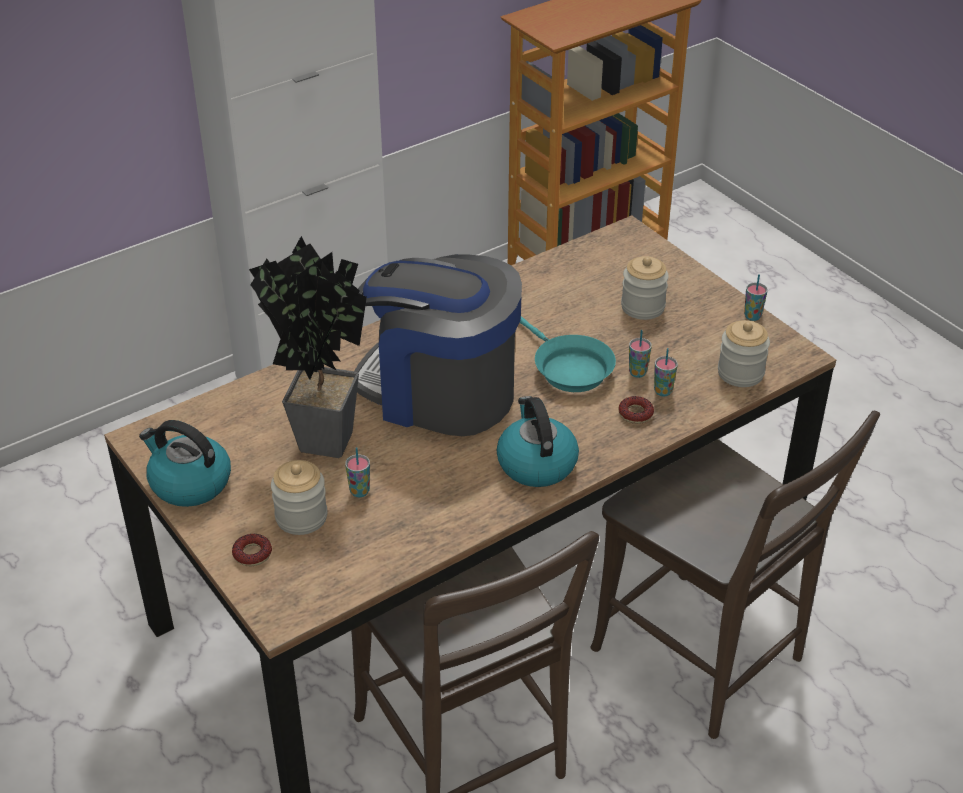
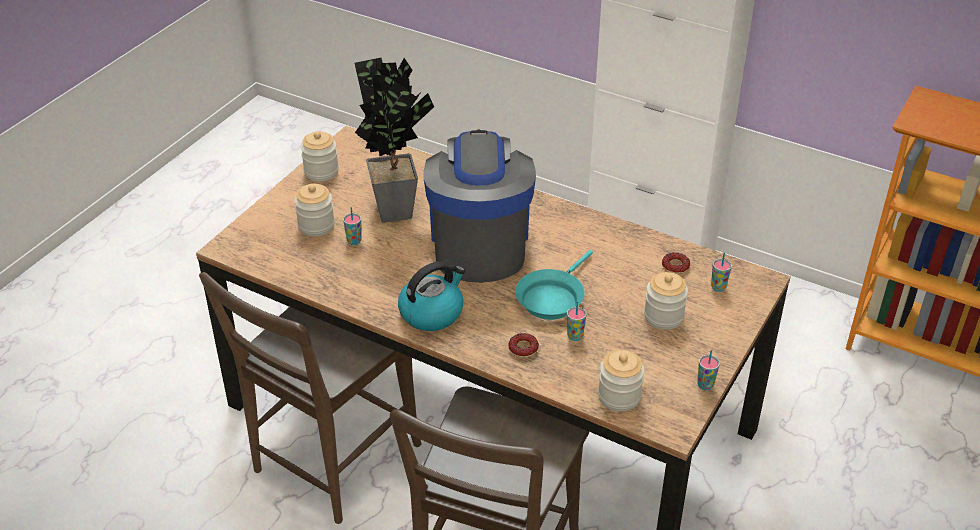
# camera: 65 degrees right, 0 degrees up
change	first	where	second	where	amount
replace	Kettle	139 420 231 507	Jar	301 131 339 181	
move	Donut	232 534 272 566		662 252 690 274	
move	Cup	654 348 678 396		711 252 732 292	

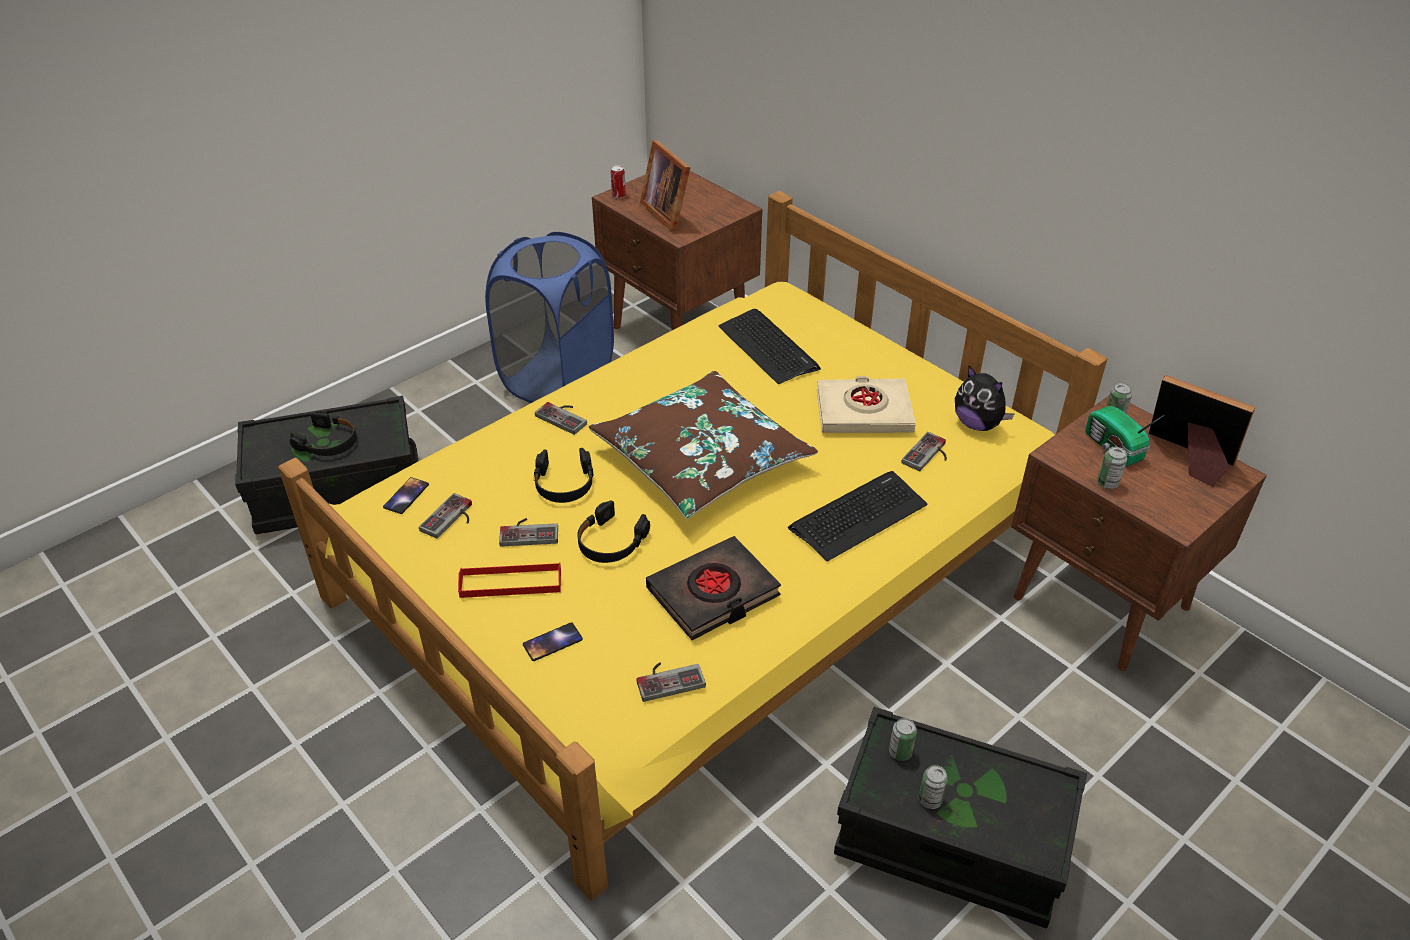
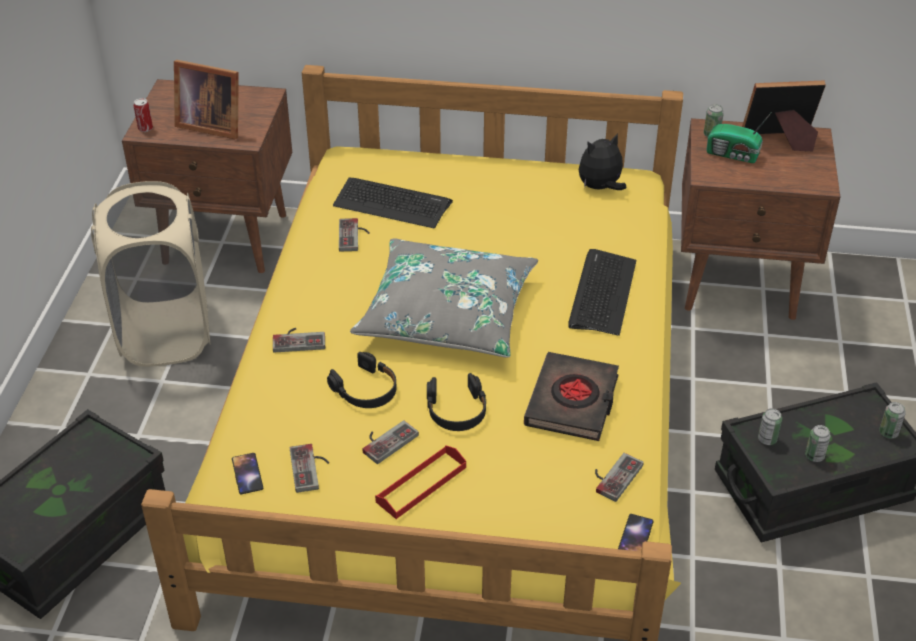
# camera: 40 degrees left, 0 degrees up
change	first	where	second	where	amount
recolor	BlueLaundryBasket	485 232 614 403	BeigeLaundryBasket	91 181 211 367	
move	GameController	901 432 947 471		339 218 370 252	
recolor	BrownPillow	589 371 818 519	GreyPillow	350 239 538 357	
rotate	PlushToy	955 366 1014 431		579 133 626 190	150 degrees clockwise
move	Phone	523 622 583 661		618 514 653 552	
move	Can	1097 447 1127 489		879 402 906 439	
delete	BlackHeadphones	290 411 357 456			
delete	BeigeBook	817 376 916 433			

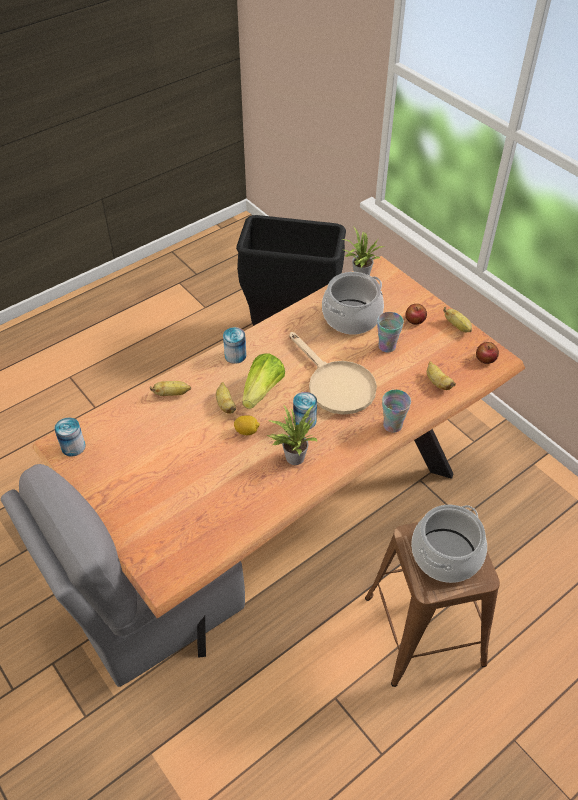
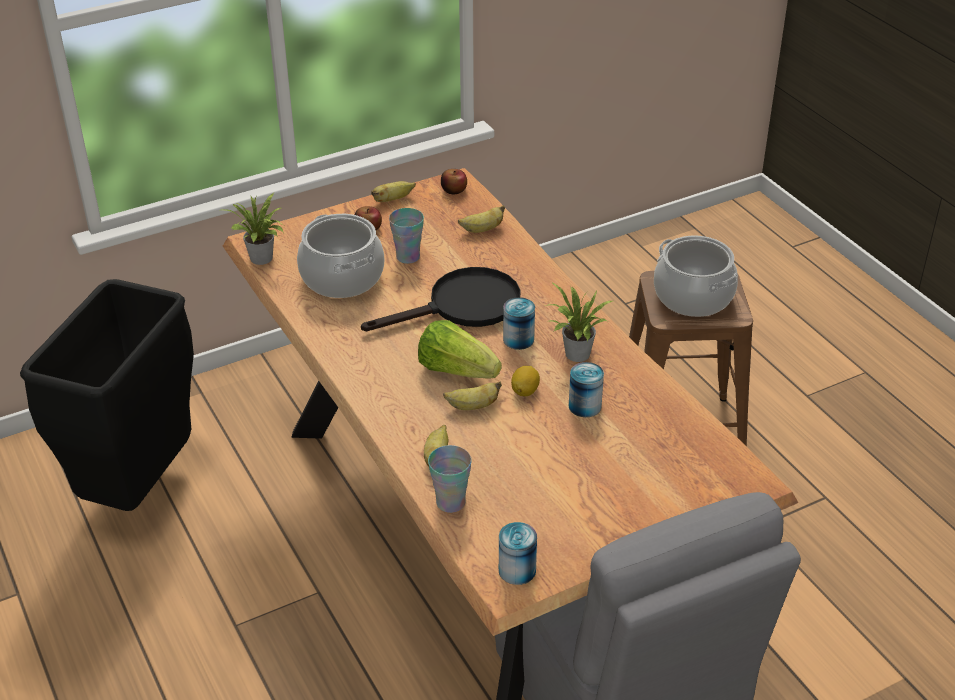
# camera: 80 degrees left, 10 degrees down
change	first	where	second	where	amount
recolor	BeigeFryingPan	290 332 377 415	BlackFryingPan	361 267 520 331	
move	Cup	382 390 411 433		428 445 472 513	
move	Can	223 327 246 364		569 362 604 417	

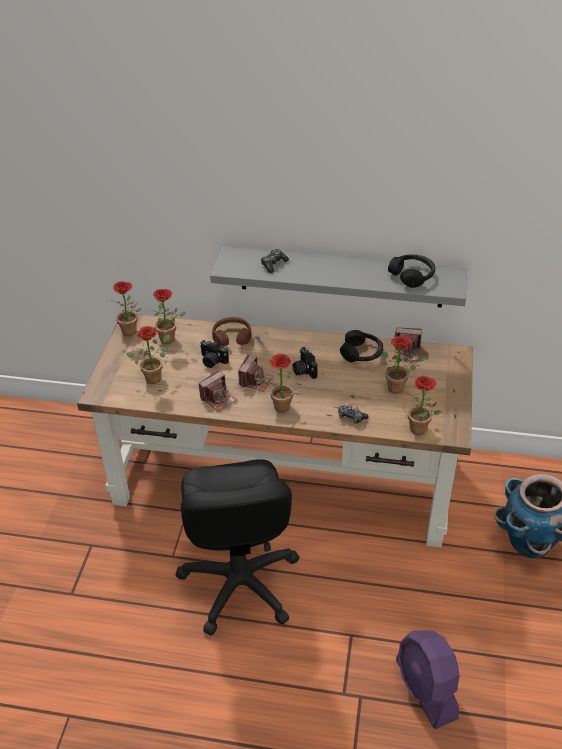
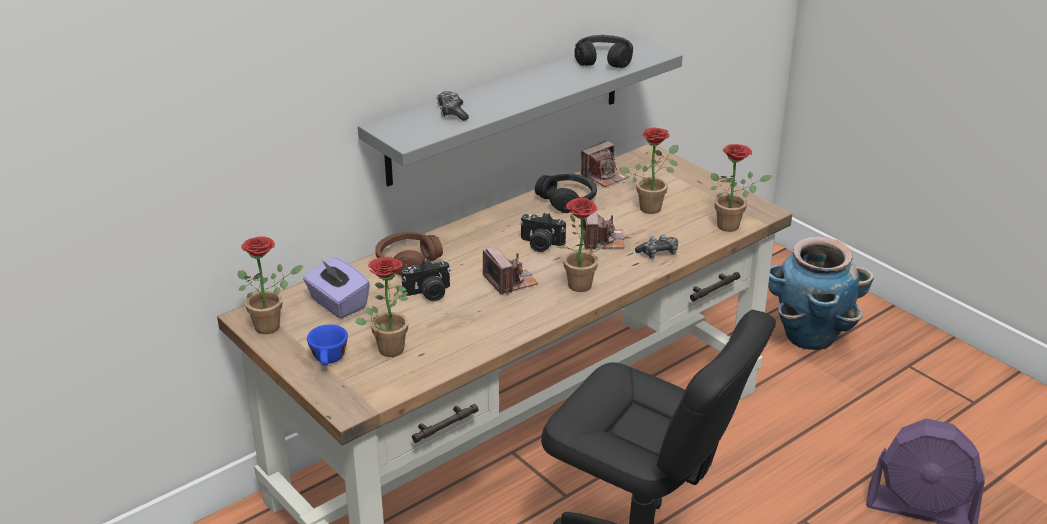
# camera: 50 degrees left, 10 degrees down
change	first	where	second	where	amount
replace	PottedPlant	150 289 186 344	PurpleTissueBox	303 257 370 319	
insert			BlueCup	307 324 348 366	
move	PhotoCamera	198 370 237 411		583 205 625 251	

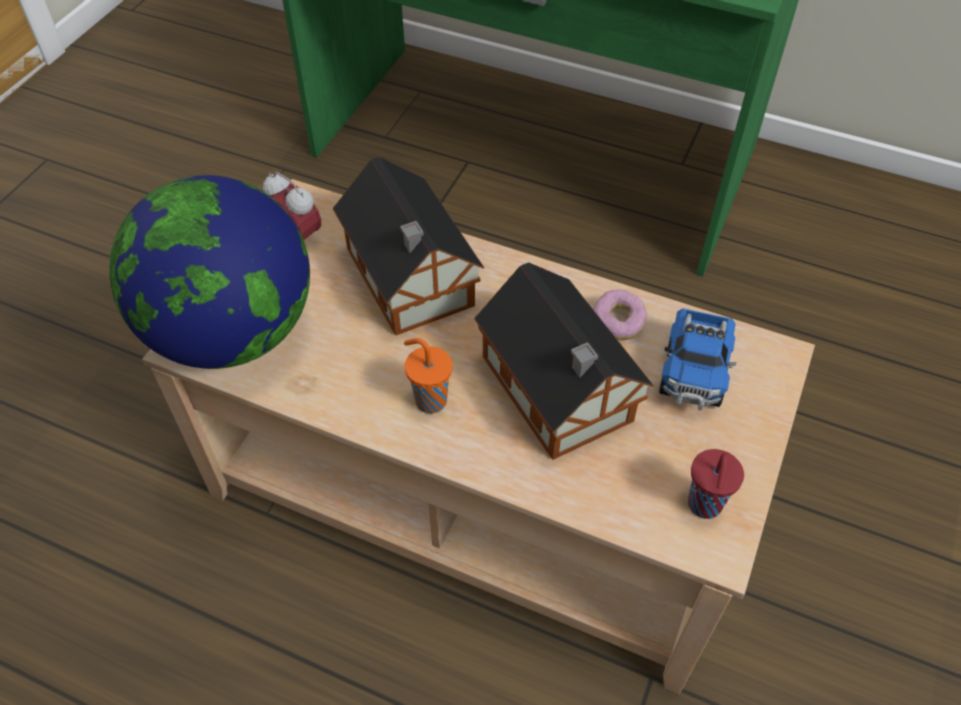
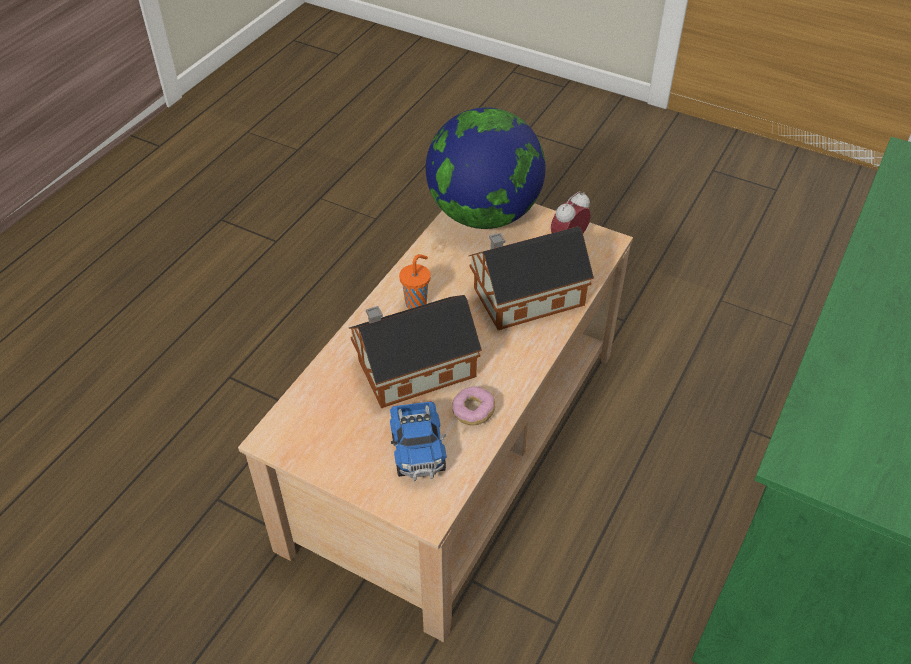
# camera: 95 degrees right, 5 degrees down
change	first	where	second	where	amount
rotate	ToyTruck	659 308 736 410		390 401 447 481	120 degrees counterclockwise
delete	RedCup	688 449 744 519			

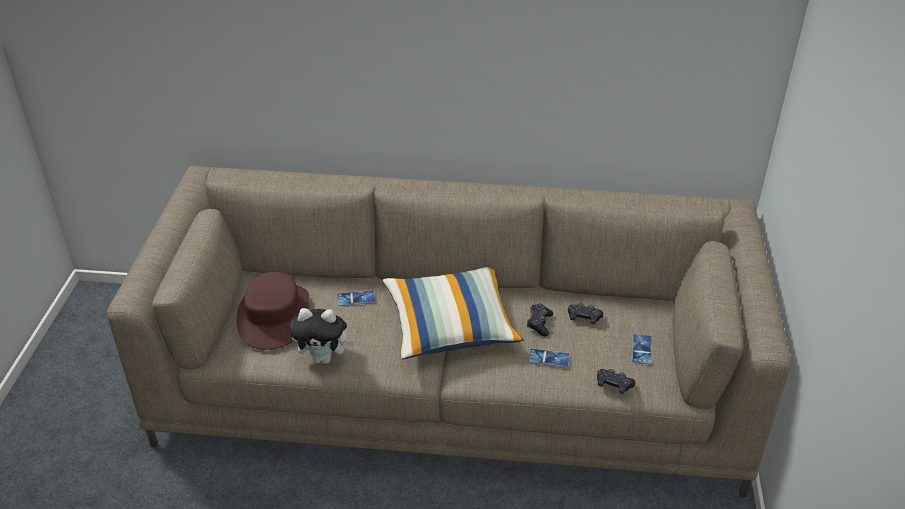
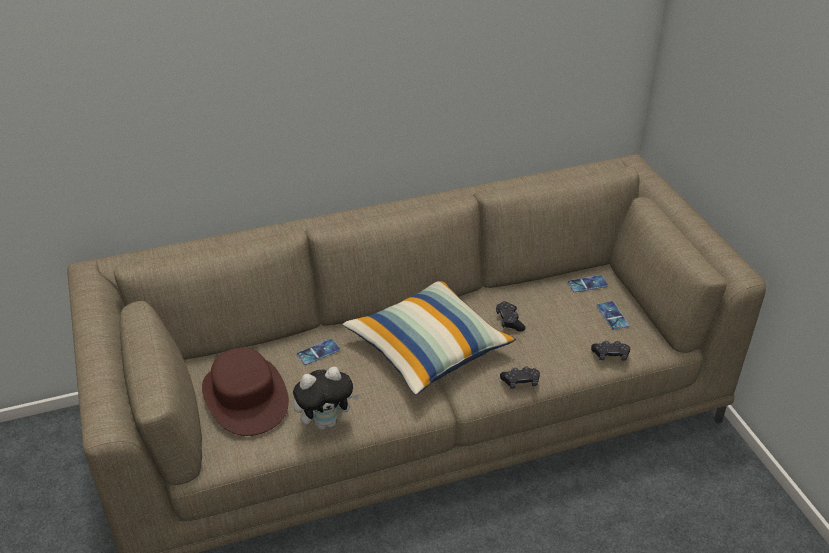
# camera: 25 degrees left, 0 degrees up
change	first	where	second	where	amount
move	BlackGameController	568 303 603 324		500 366 540 389	
move	Phone	528 348 570 367		568 275 608 292	

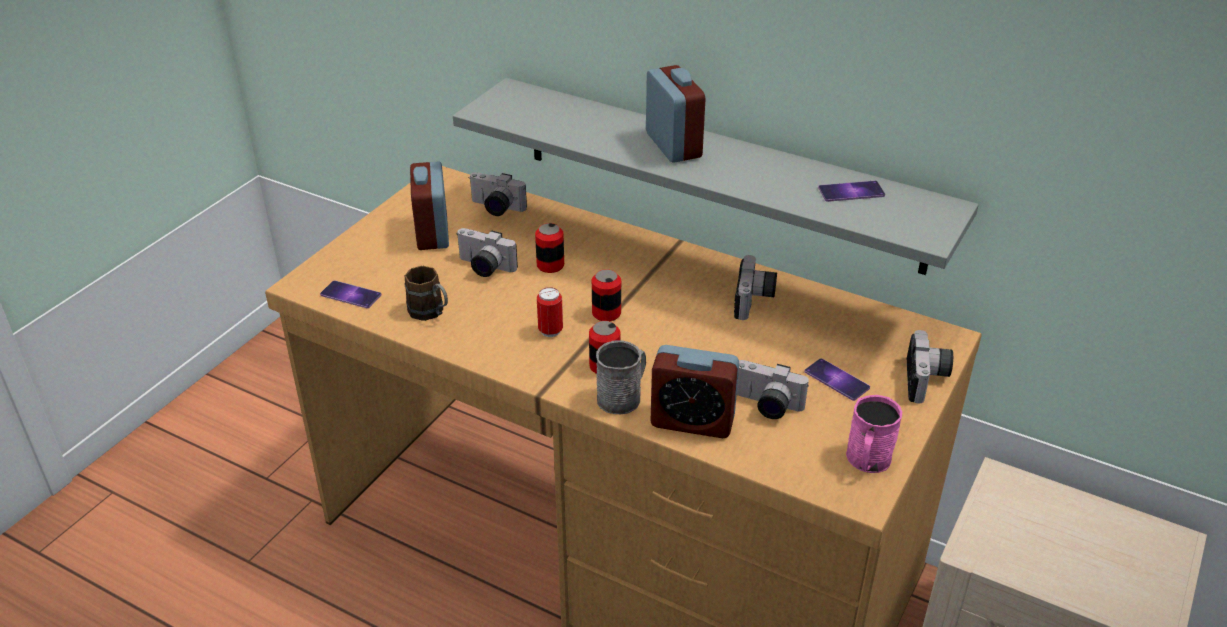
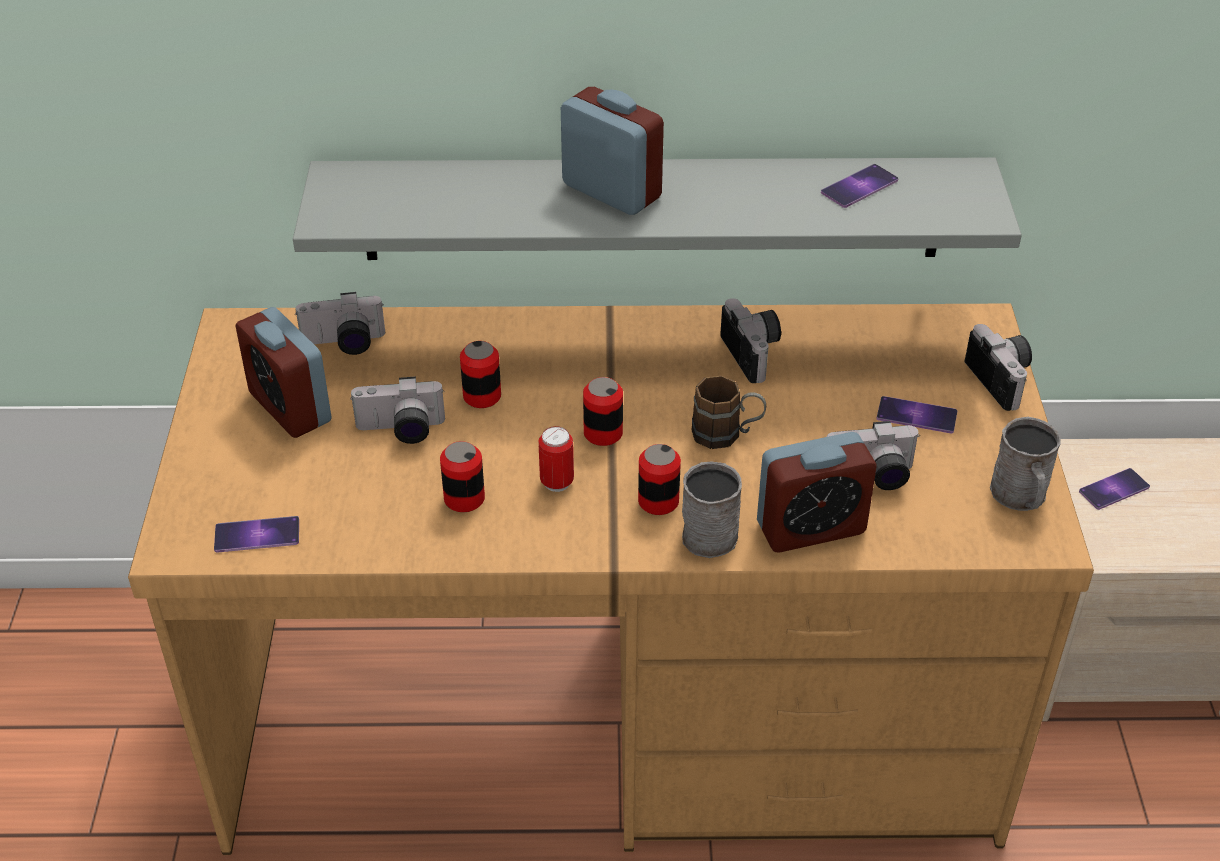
# camera: 30 degrees left, 5 degrees up
change	first	where	second	where	amount
insert			Can	440 441 485 512	
move	BrownMug	404 266 448 321		692 376 766 449	
recolor	PinkMug	846 395 902 473	GreyMug	990 417 1061 511	
insert			Phone	1079 468 1150 510	

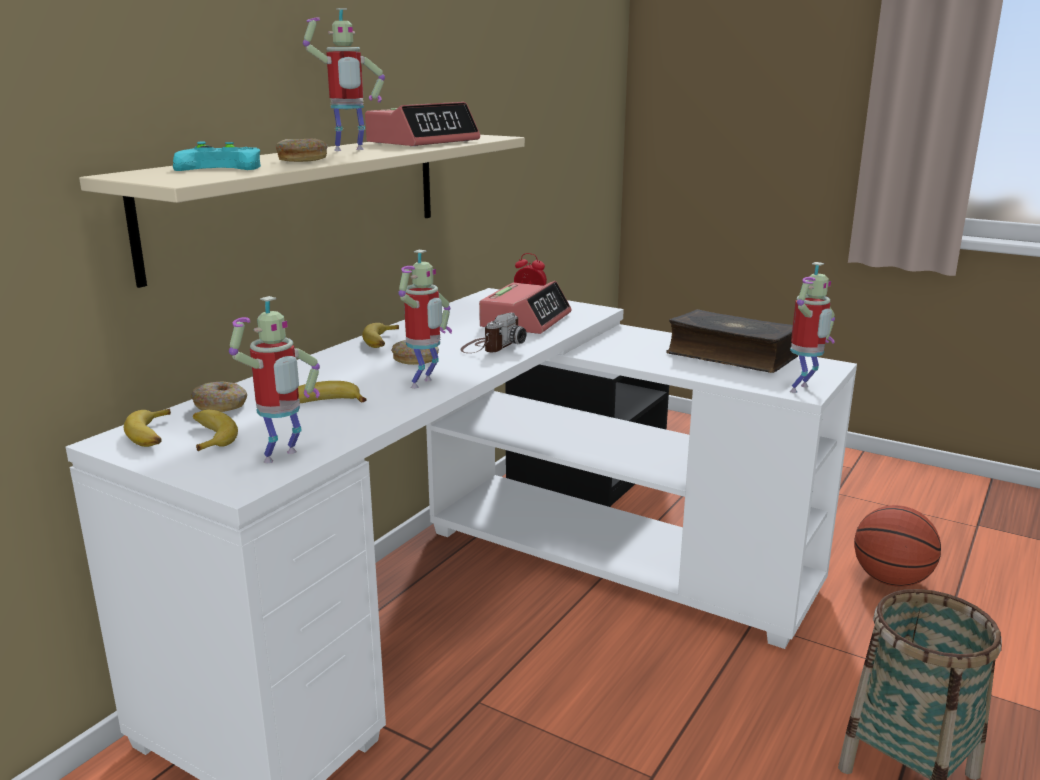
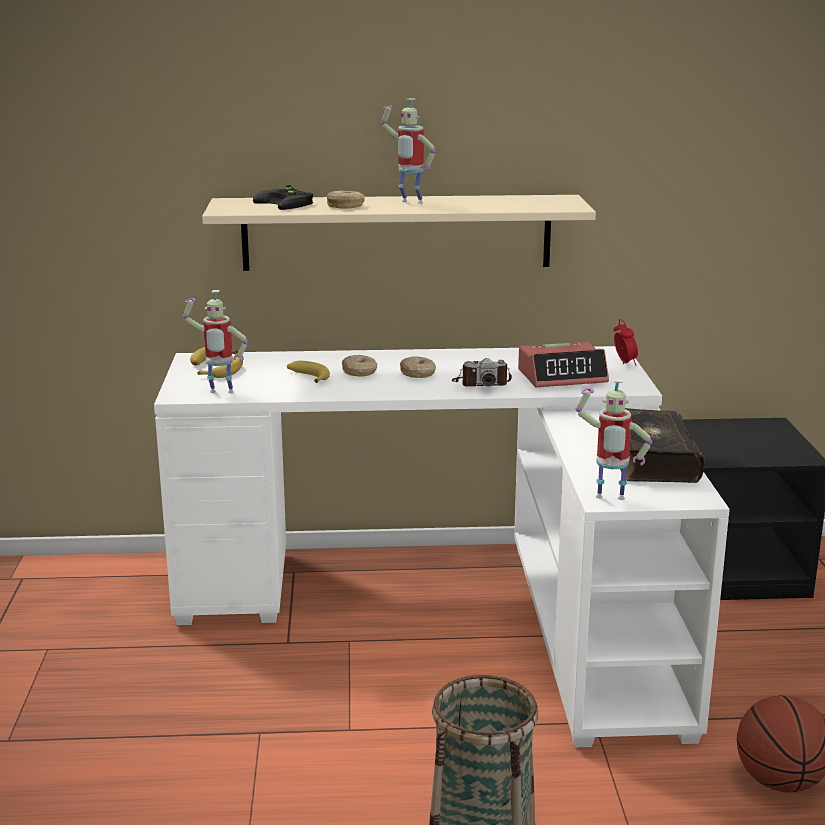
# camera: 55 degrees right, 0 degrees up
change	first	where	second	where	amount
recolor	TurquoiseGameController	173 141 261 171	BlackGameController	253 185 313 210	
move	Donut	191 381 247 412		342 355 377 377	
delete	Banana	362 323 399 348			
delete	AlarmClock	365 102 480 147			
delete	ToyRobot	398 250 452 389			

